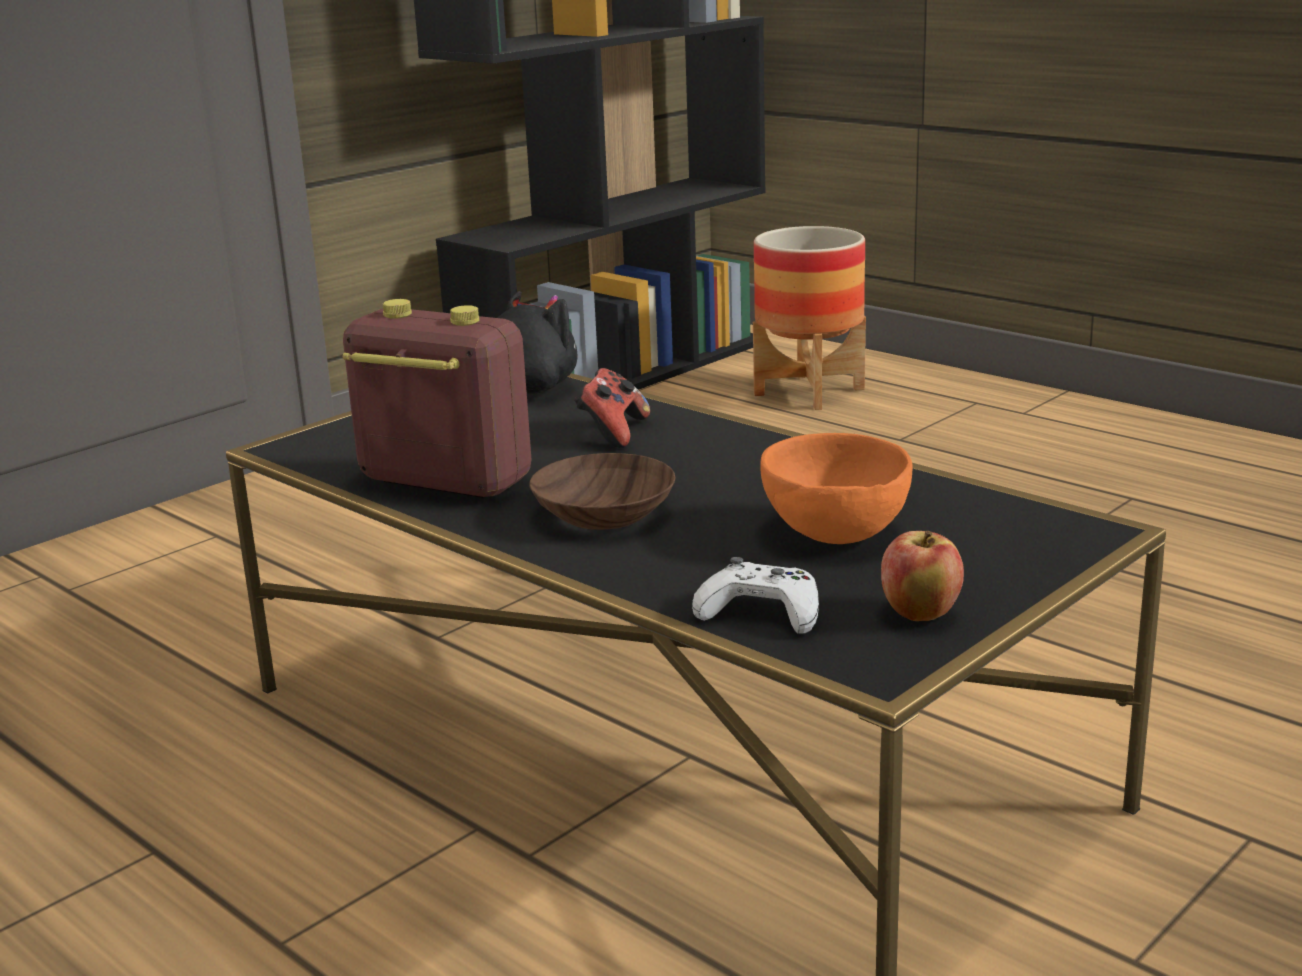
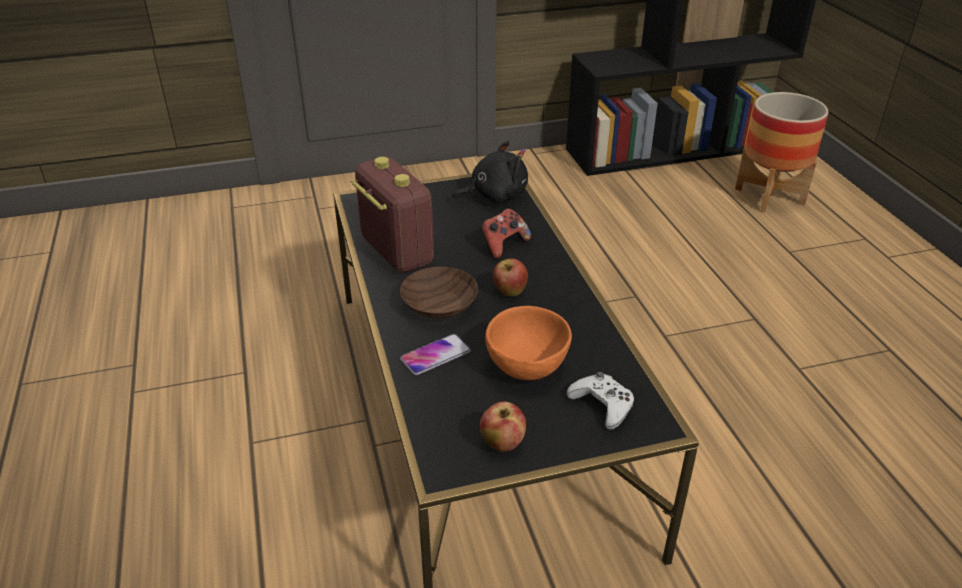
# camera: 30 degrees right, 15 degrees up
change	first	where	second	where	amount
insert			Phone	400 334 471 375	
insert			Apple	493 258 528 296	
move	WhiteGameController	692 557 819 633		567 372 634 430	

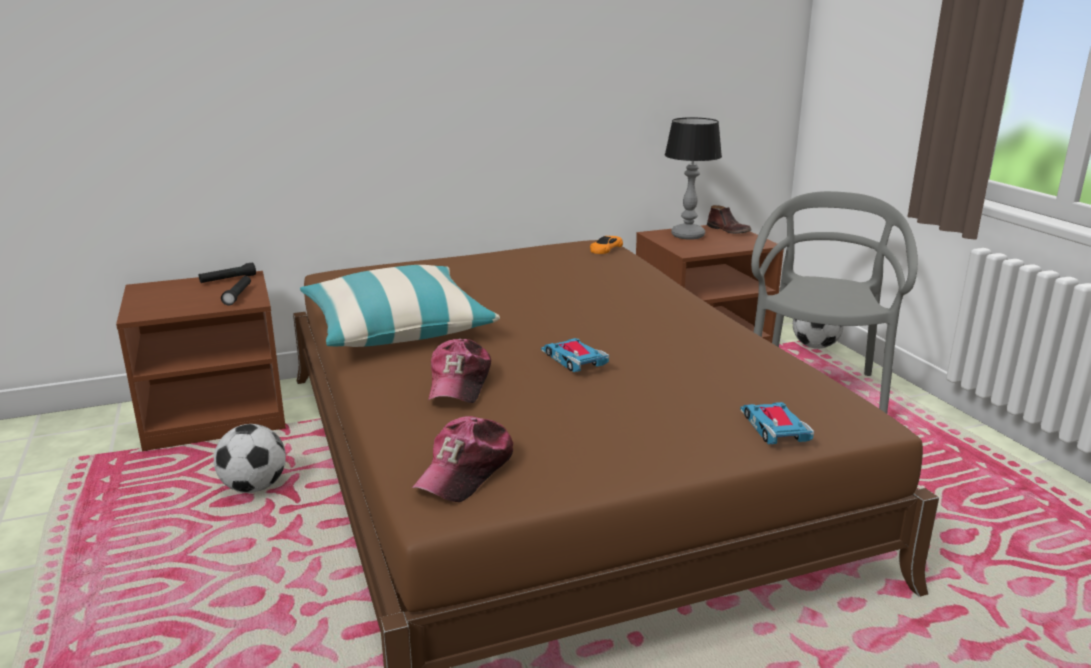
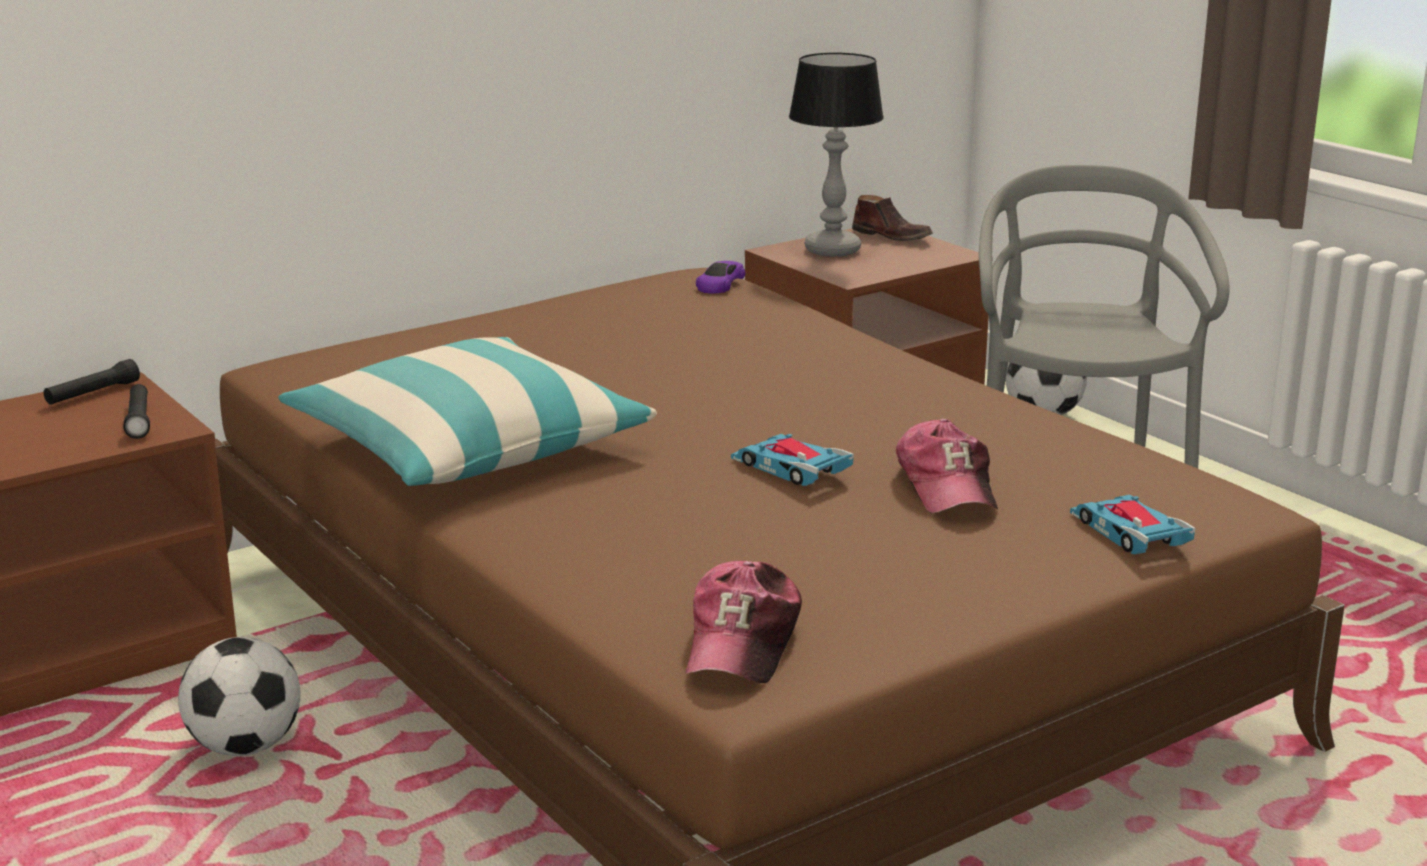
# camera: 15 degrees left, 0 degrees up
change	first	where	second	where	amount
recolor	OrangeToyCar	590 236 623 254	PurpleToyCar	696 261 745 294	
move	Cap	428 339 491 403		896 419 998 514	

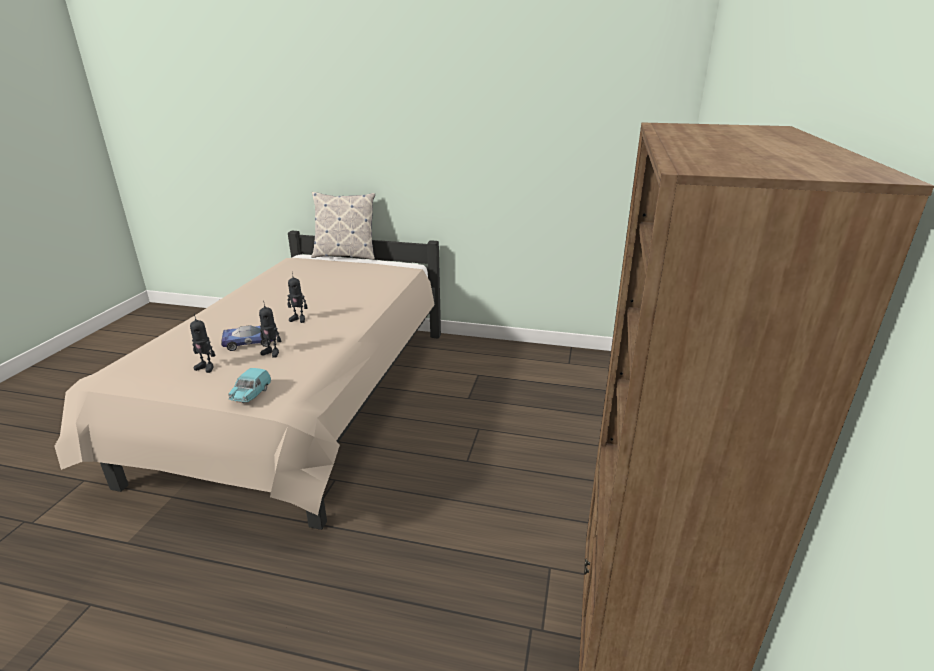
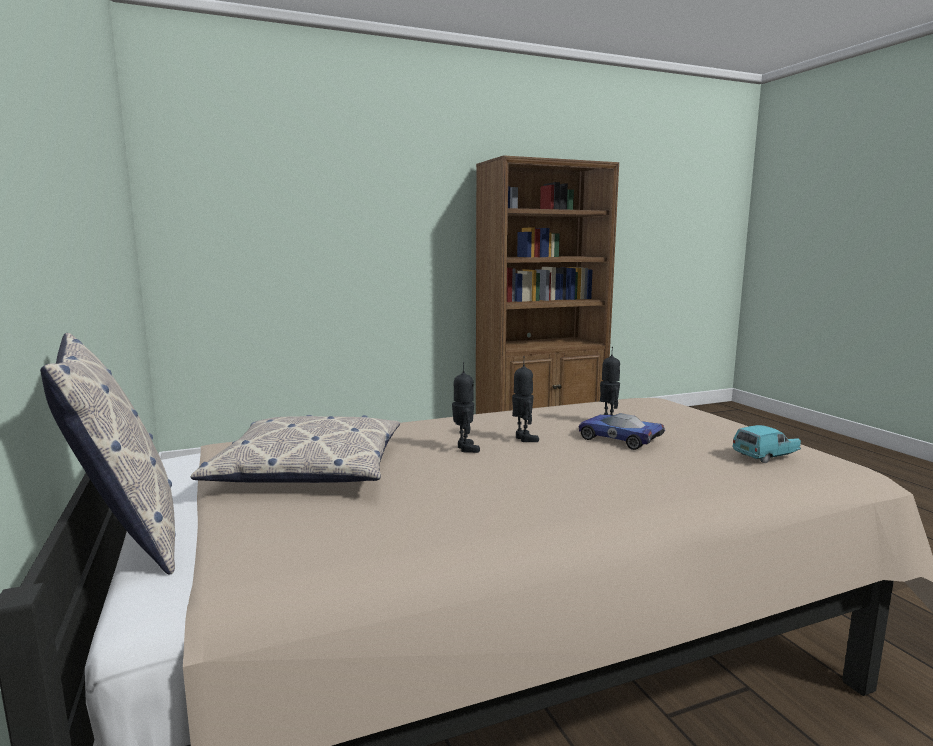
# camera: 125 degrees left, 15 degrees down
change	first	where	second	where	amount
insert			Pillow	191 415 400 483	
move	ToyRobot	190 313 215 373		452 362 480 453	
move	TurquoiseToyCar	228 368 271 403		733 425 801 463	

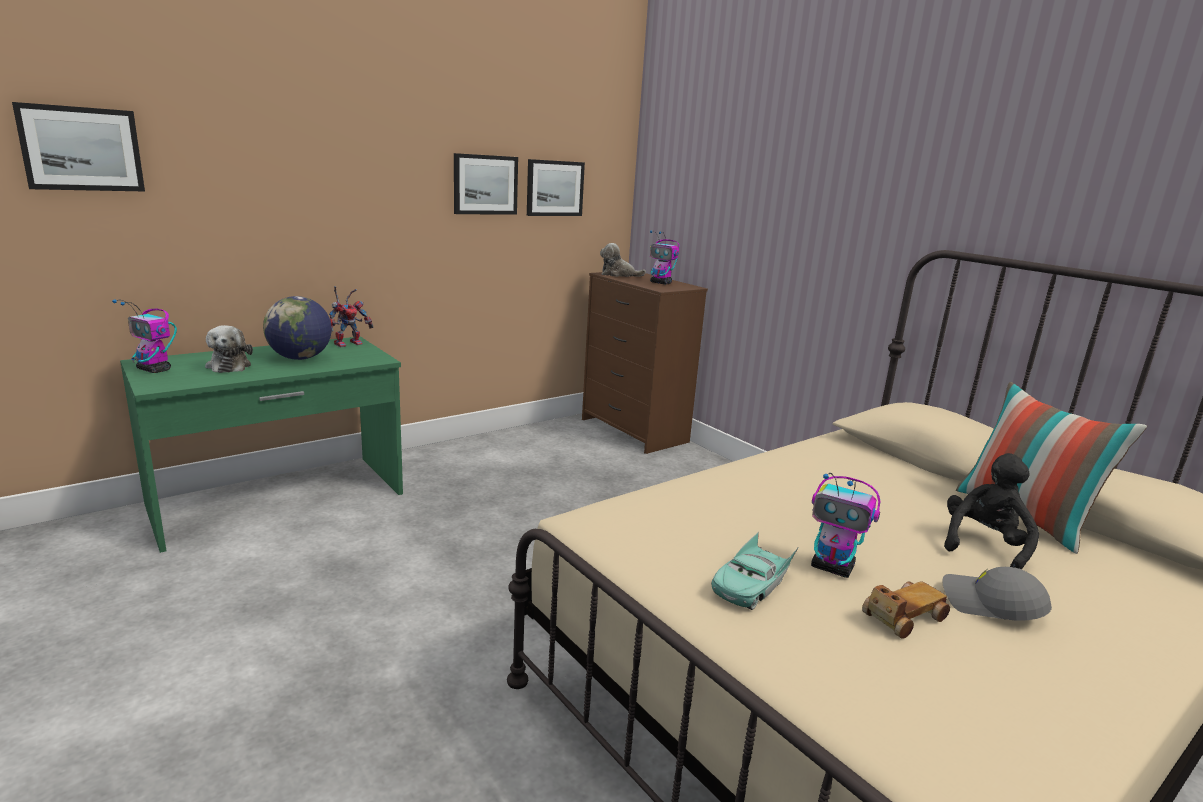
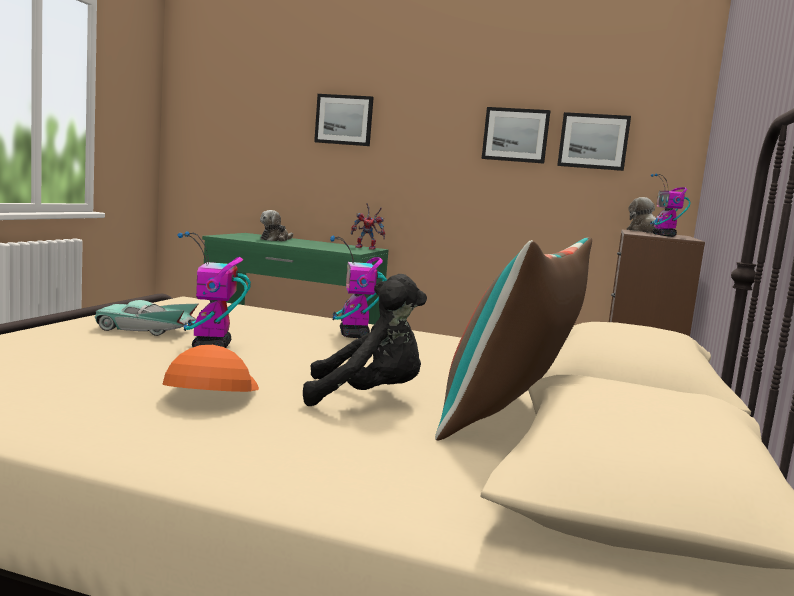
# camera: 55 degrees right, 10 degrees down
change	first	where	second	where	amount
recolor	GreyCap	942 567 1052 621	OrangeCap	163 345 259 392	
move	Picture	12 102 145 192		314 94 374 146	
move	ToyRobot	112 299 177 373		330 235 387 339	
delete	Globe	263 296 332 360			
delete	ToyCar	862 581 950 639			

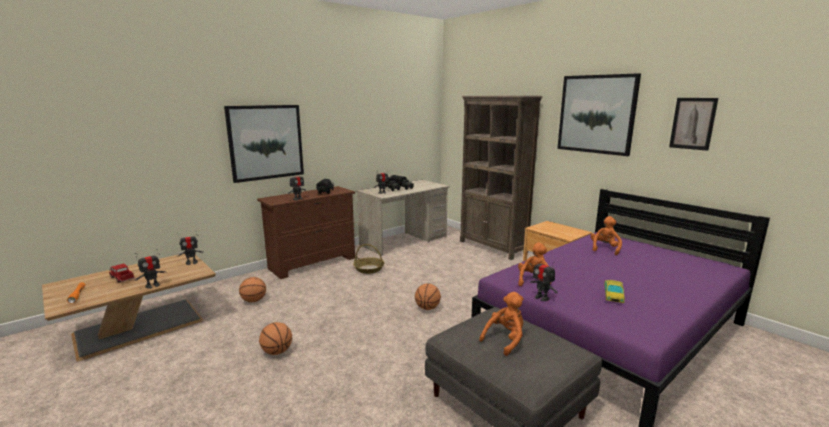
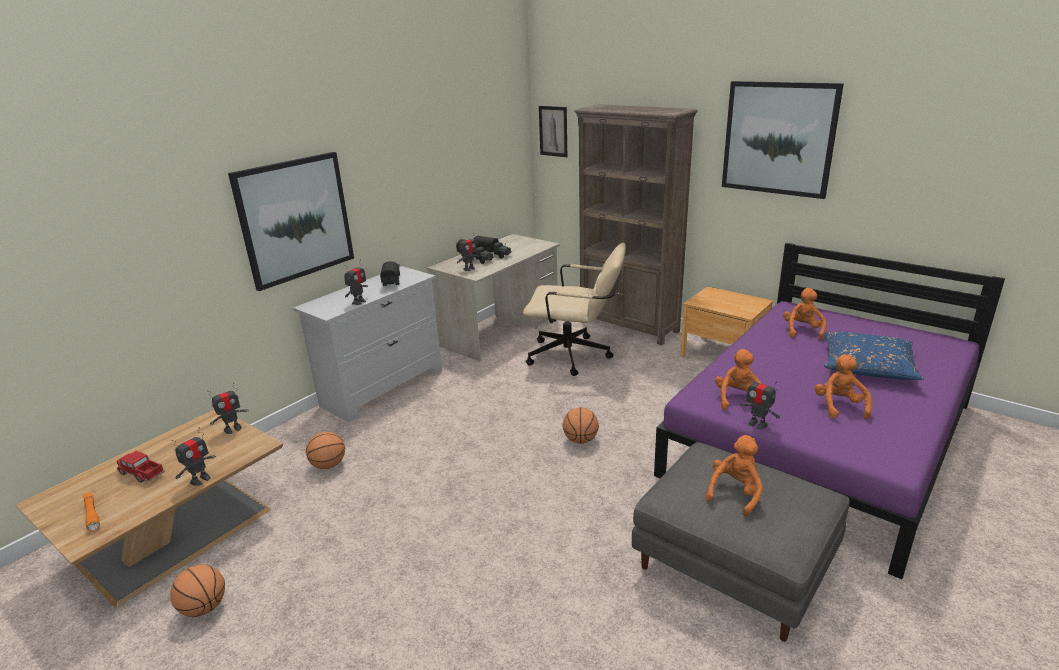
# camera: 10 degrees left, 10 degrees up
change	first	where	second	where	amount
move	Basketball	259 322 292 355		170 564 225 617	
recolor	BrownDresser	257 186 355 279	WhiteDresser	293 266 442 422	
insert			BeigeOfficeChair	523 242 626 376	
move	Picture	669 98 718 151		539 106 567 157	
replace	ToyCar	604 280 625 303	OrangePlushToy	815 354 872 420	
insert			BluePillow	824 332 924 380	
delete	Basket	353 244 384 274			

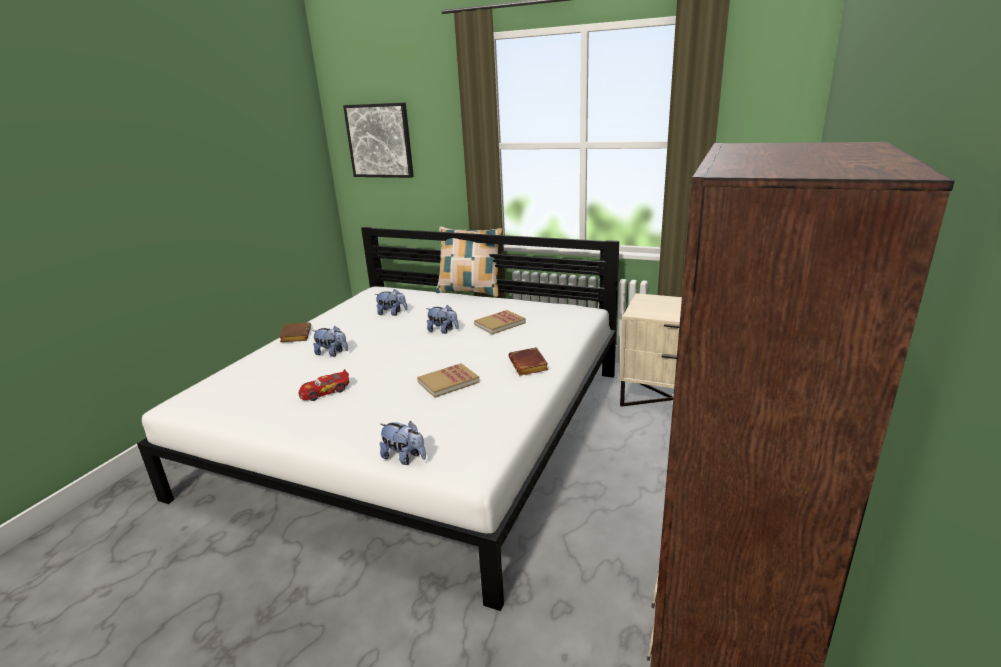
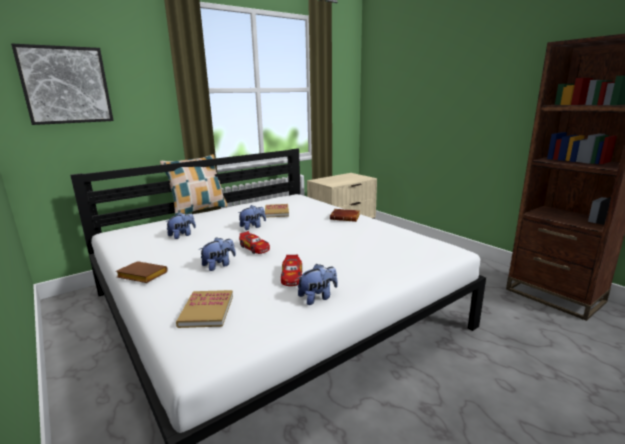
# camera: 60 degrees left, 5 degrees down
change	first	where	second	where	amount
move	Book	417 363 480 398		176 290 233 328	
insert			ToyCar	239 231 270 254	
move	PlushToy	380 421 426 465		297 264 338 305	

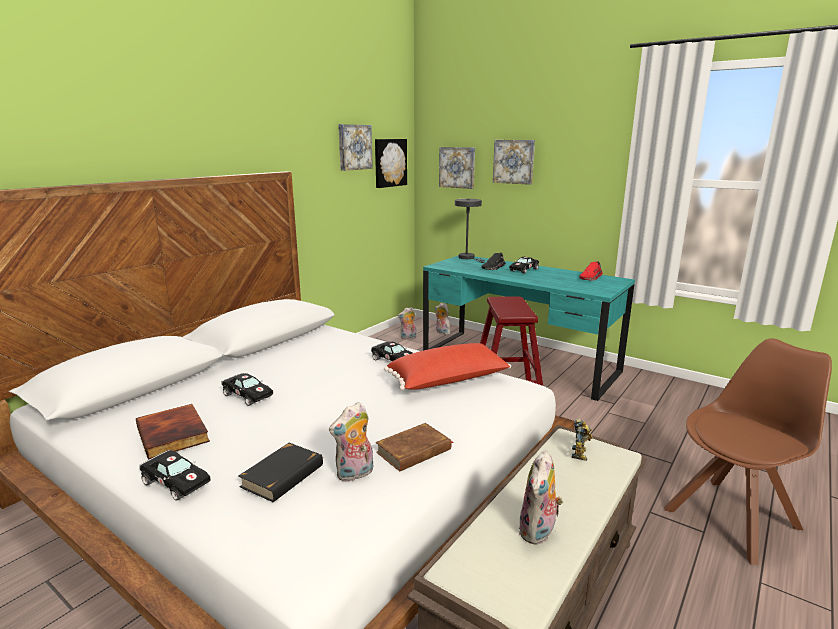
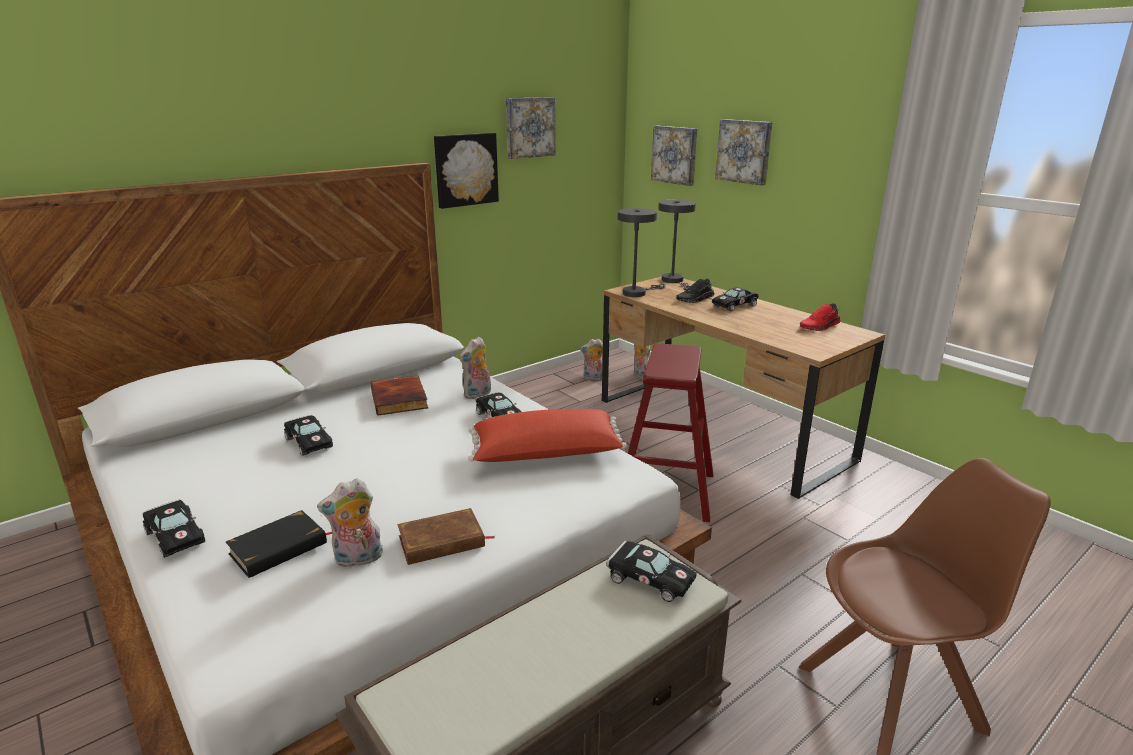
# camera: 15 degrees right, 5 degrees up
change	first	where	second	where	amount
move	Book	136 404 210 460		371 376 428 416	
move	Picture	375 139 407 188		434 133 499 209	
move	PlushToy	519 450 563 545		459 336 491 399	
recolor	TurquoiseDesk	423 255 635 401	BrownDesk	602 277 885 499	
replace	ToyRobot	572 418 593 461	BlackToyCar	607 541 697 602	
insert			GreyTableLamp	618 208 665 297	

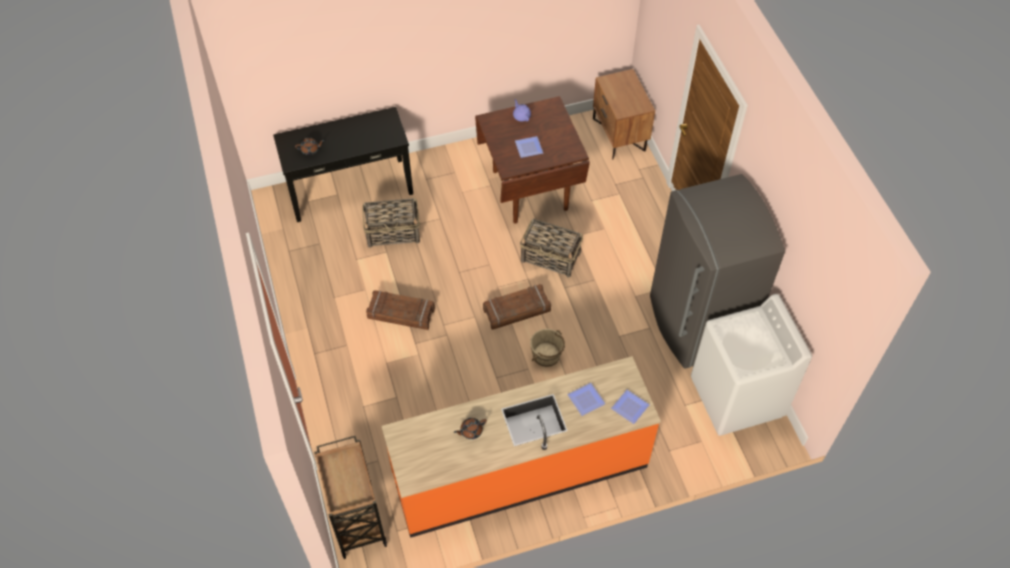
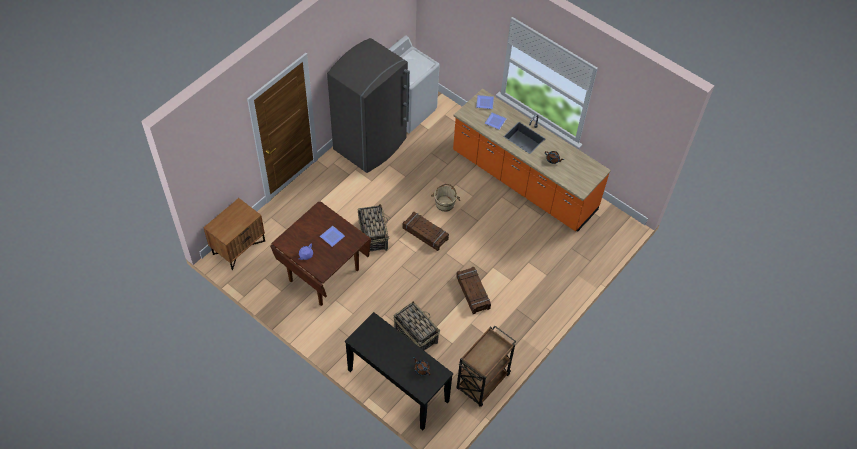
# camera: 125 degrees left, 0 degrees up
change	first	where	second	where	amount
move	BrownCart	314 436 387 559		457 326 516 407	

